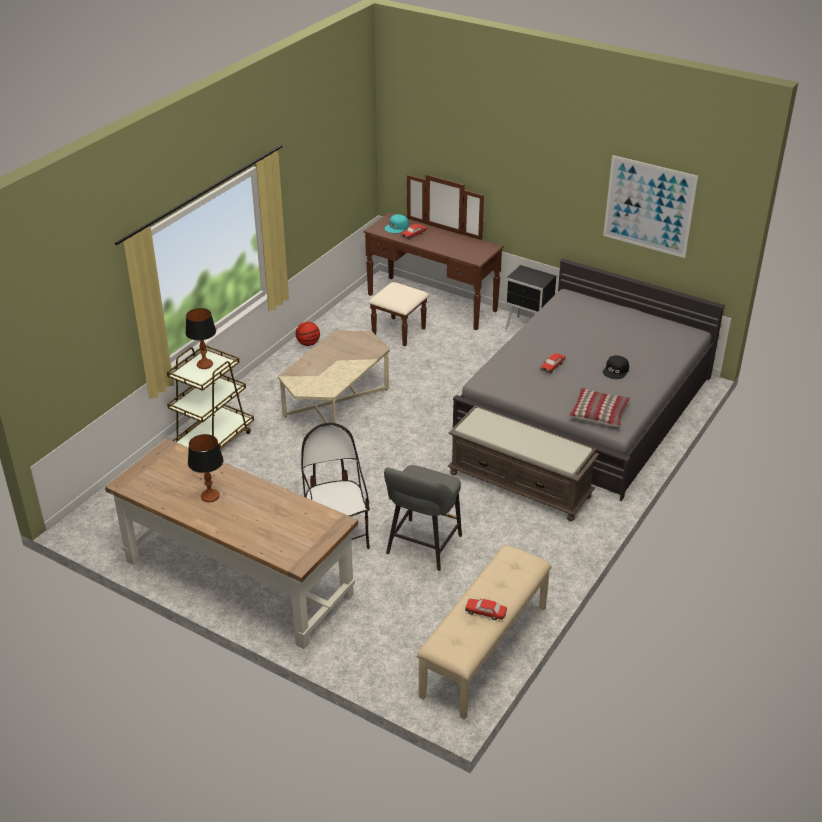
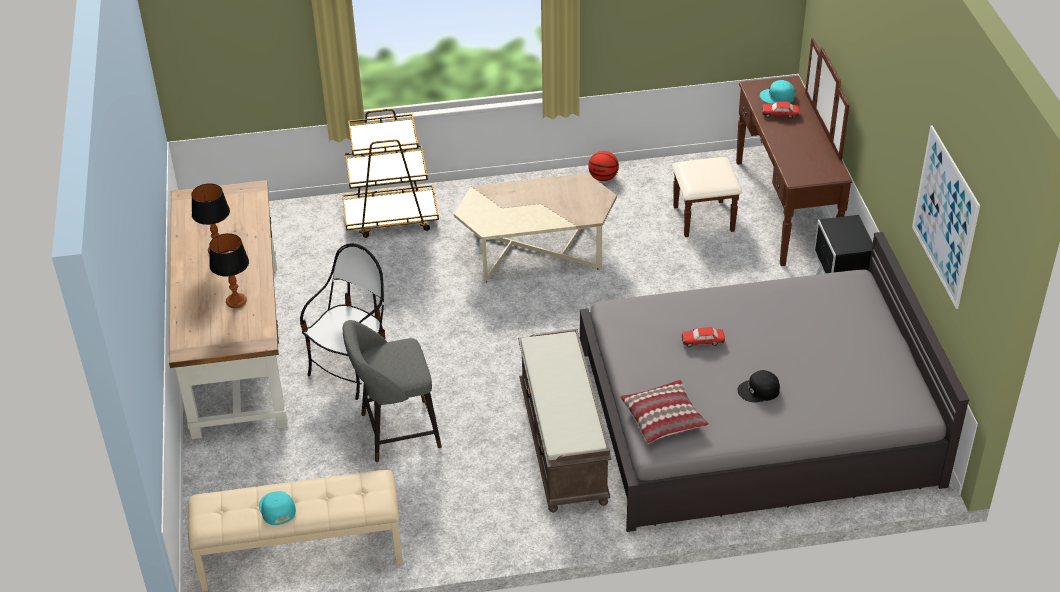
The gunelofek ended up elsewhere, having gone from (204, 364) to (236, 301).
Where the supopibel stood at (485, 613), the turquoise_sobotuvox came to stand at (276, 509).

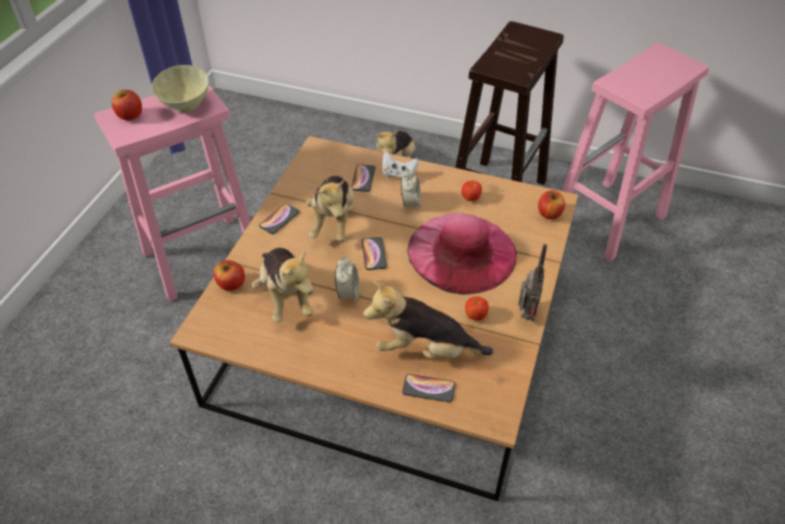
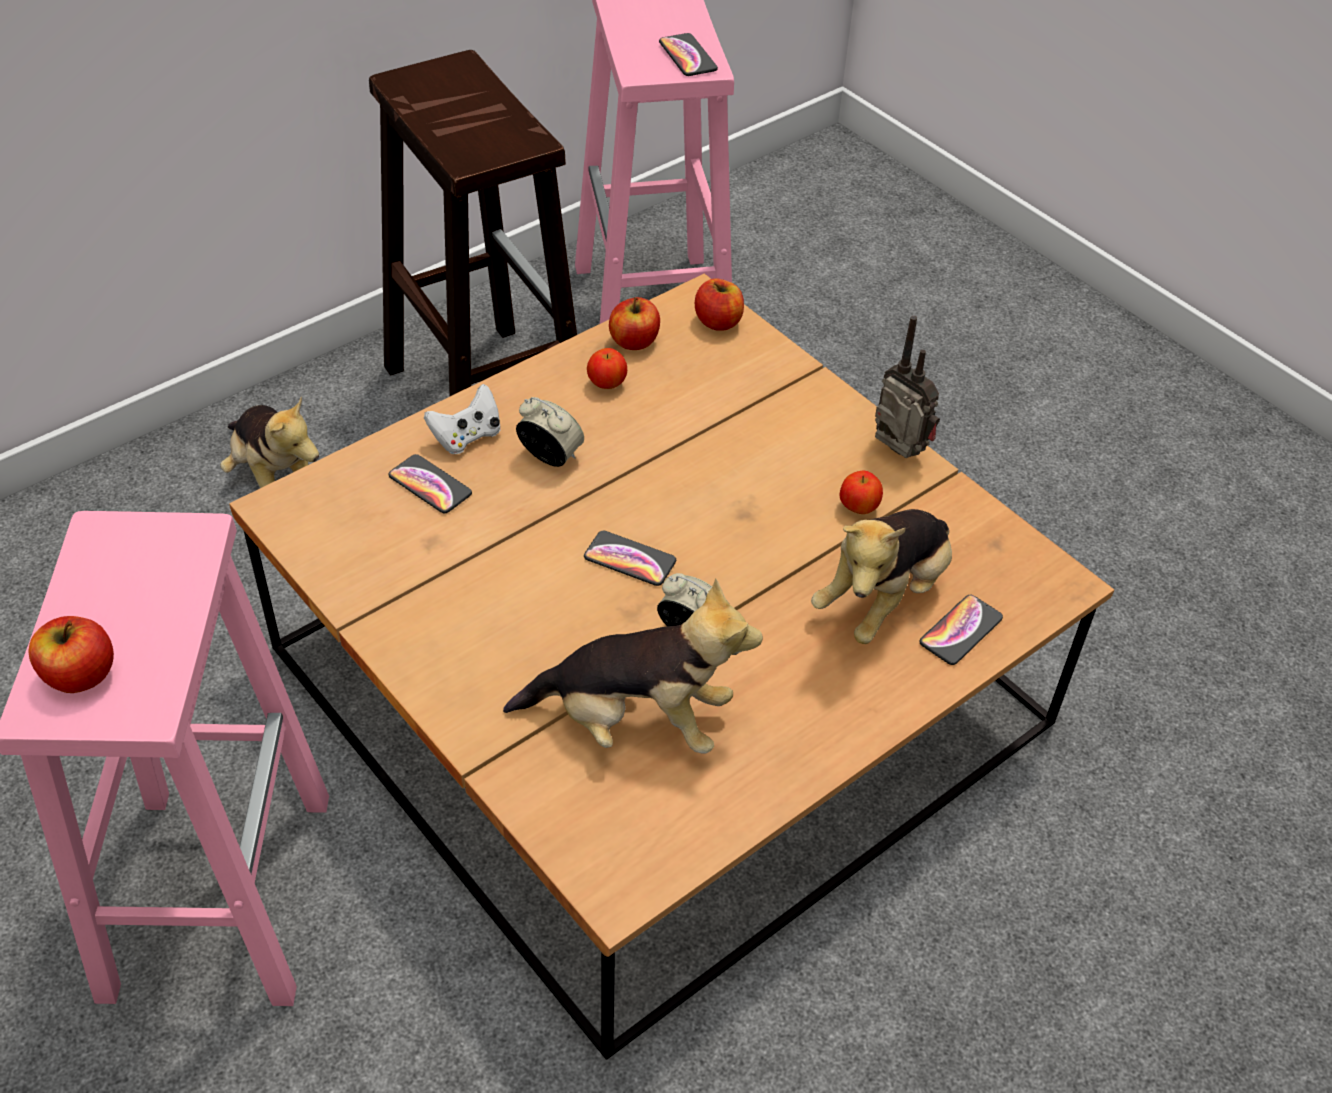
The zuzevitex ended up elsewhere, having gone from (231, 284) to (634, 341).
The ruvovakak ended up elsewhere, having gone from (279, 219) to (687, 56).
The second view lost the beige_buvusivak at (185, 105).
The second view lost the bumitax at (333, 222).
The second view lost the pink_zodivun at (462, 252).

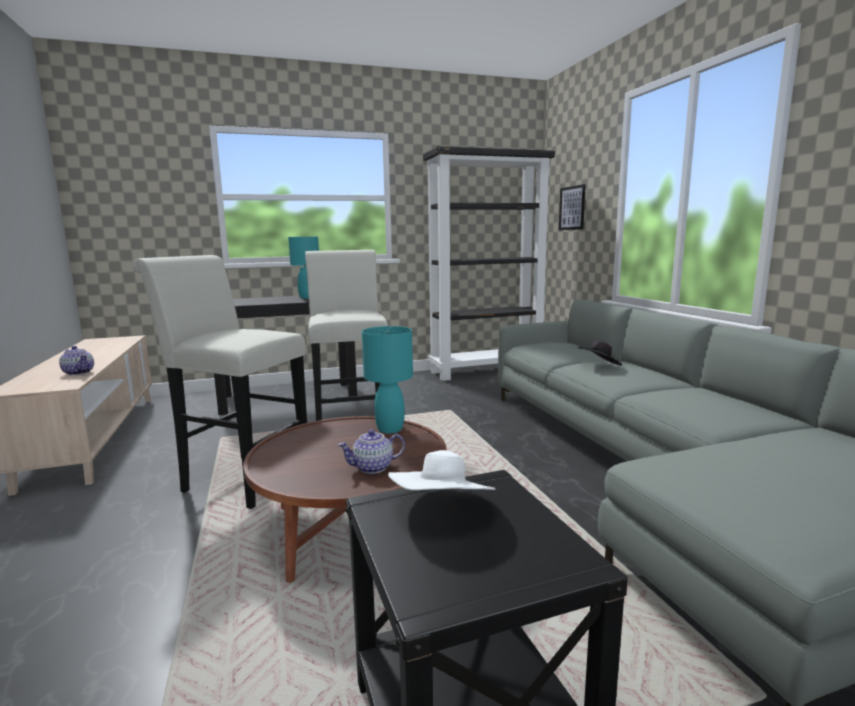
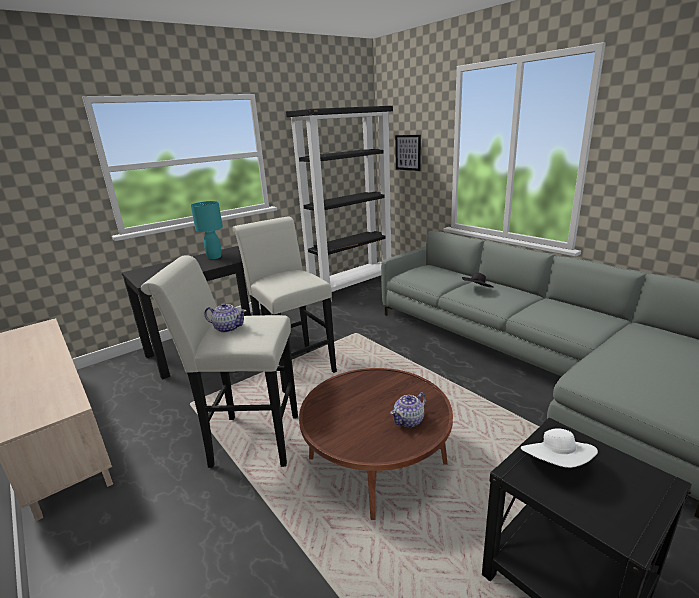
The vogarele ended up elsewhere, having gone from (79, 372) to (228, 328).
The second view lost the turquoise_gunelofek at (389, 429).

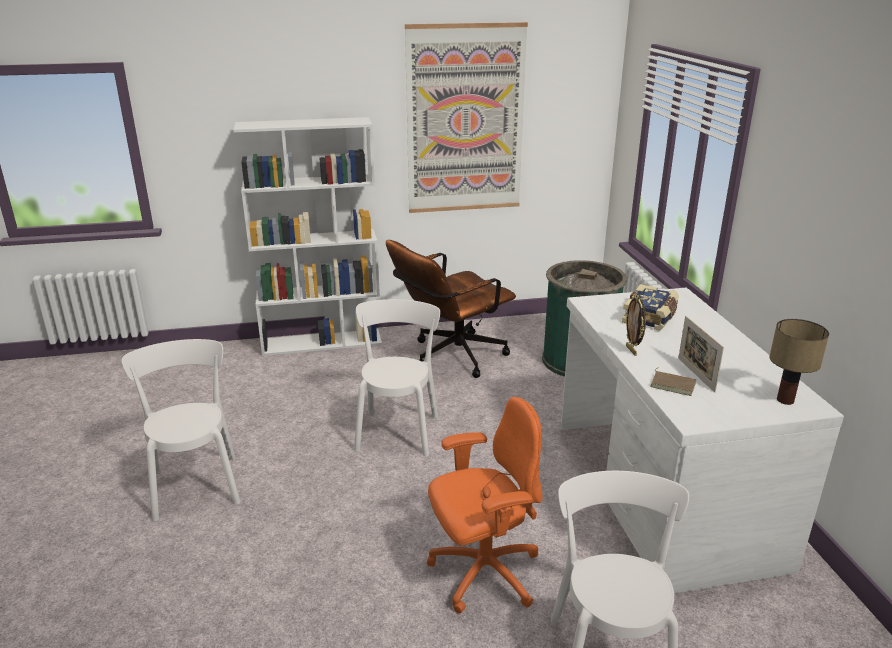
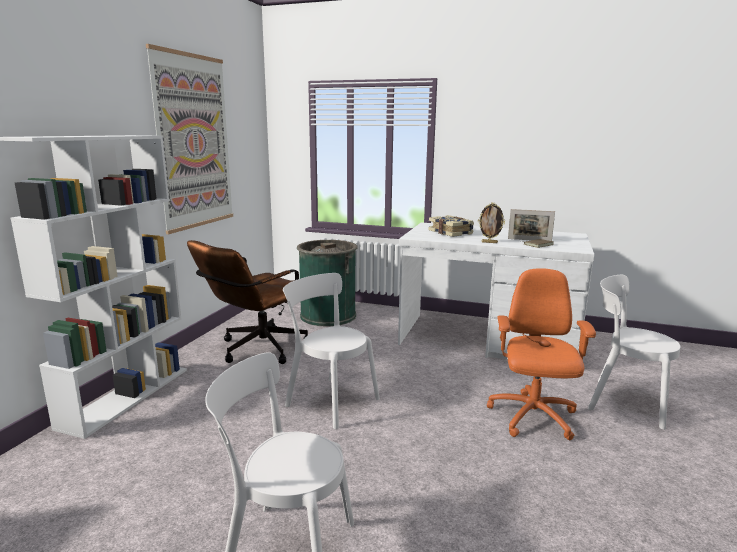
The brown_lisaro at (451, 357) ended up facing another way, 45 degrees clockwise from before.
The second view lost the gunelofek at (786, 400).

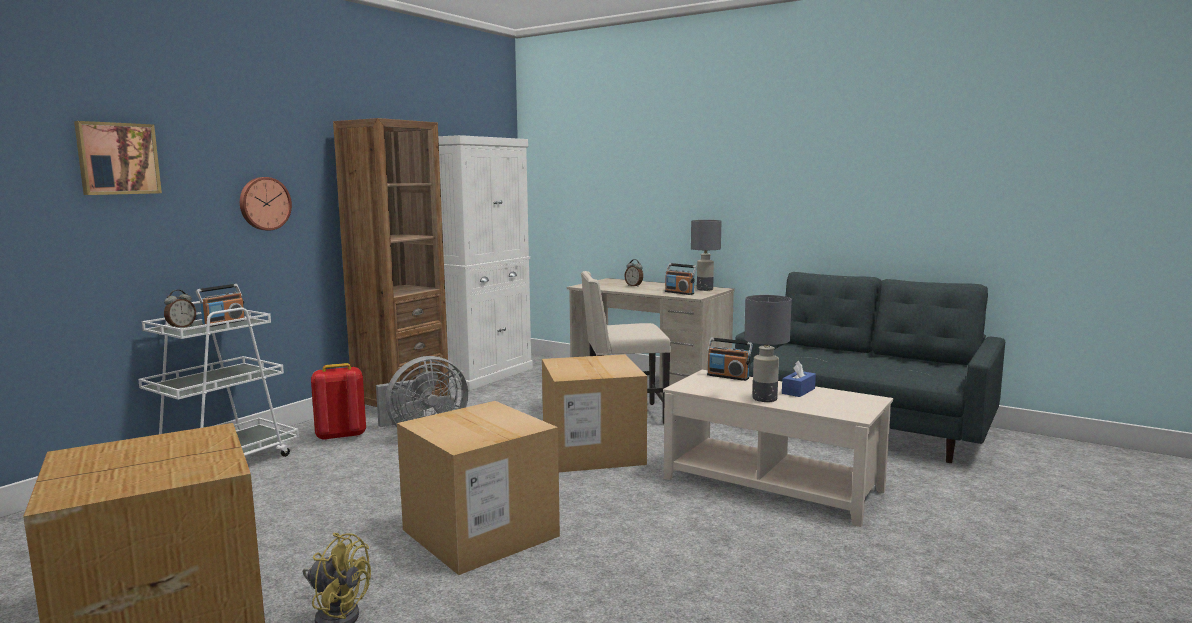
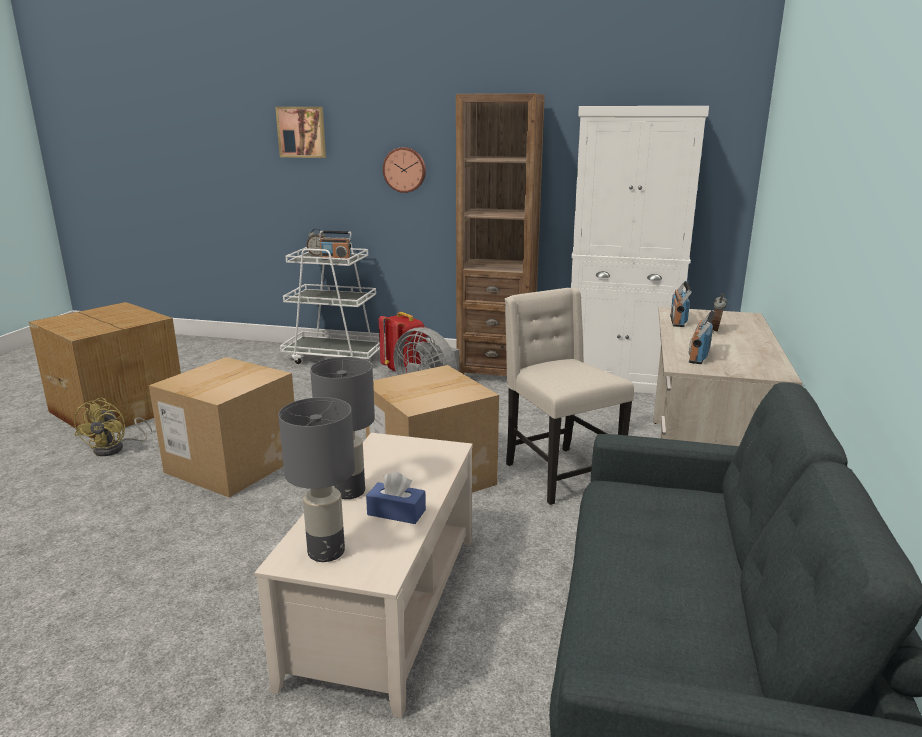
The grey_gunelofek ended up elsewhere, having gone from (704, 289) to (327, 551).
The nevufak ended up elsewhere, having gone from (728, 376) to (677, 321).

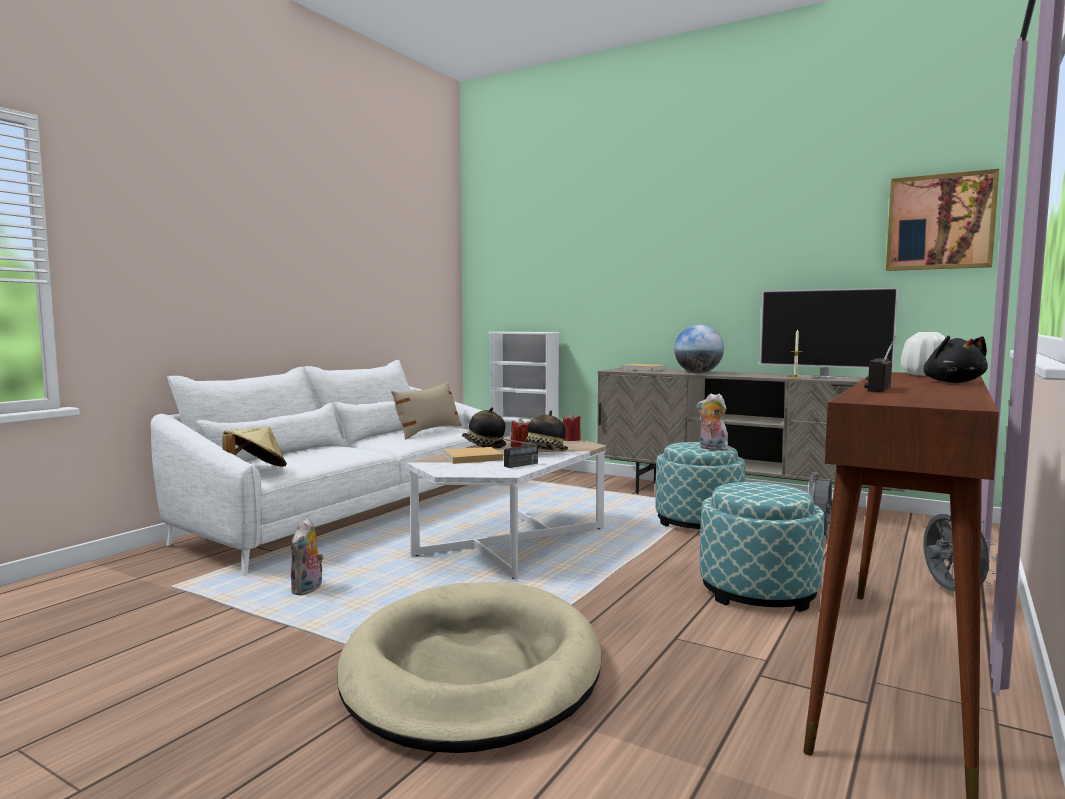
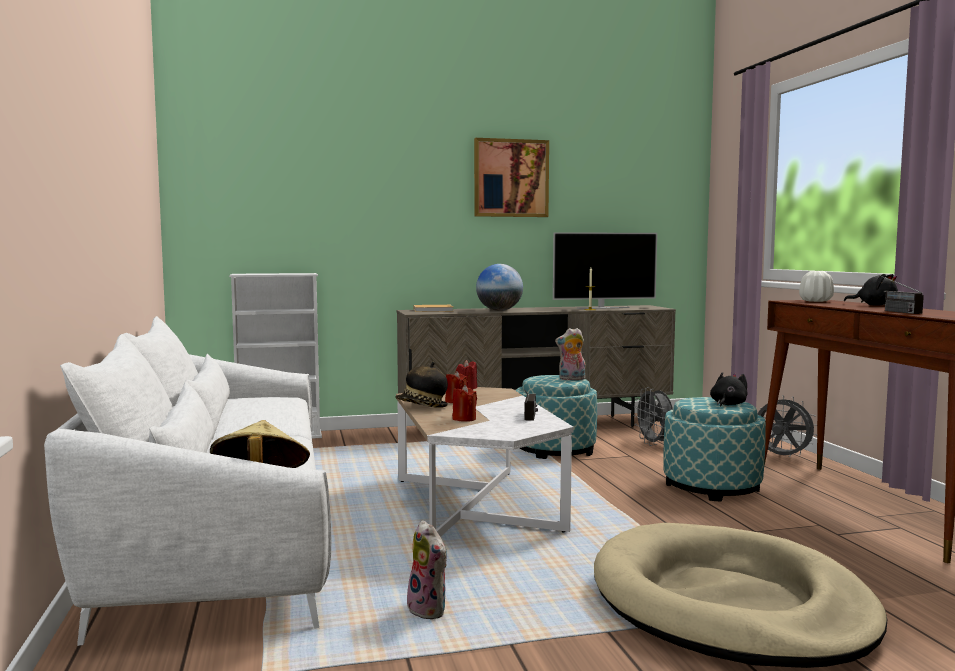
Where the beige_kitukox stood at (471, 458), the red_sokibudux came to stand at (464, 419).
The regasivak ended up elsewhere, having gone from (940, 222) to (511, 178).
The second view gained the black_bumitax at (727, 404).
The second view lost the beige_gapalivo at (428, 431).
The second view lost the zodivun at (544, 453).

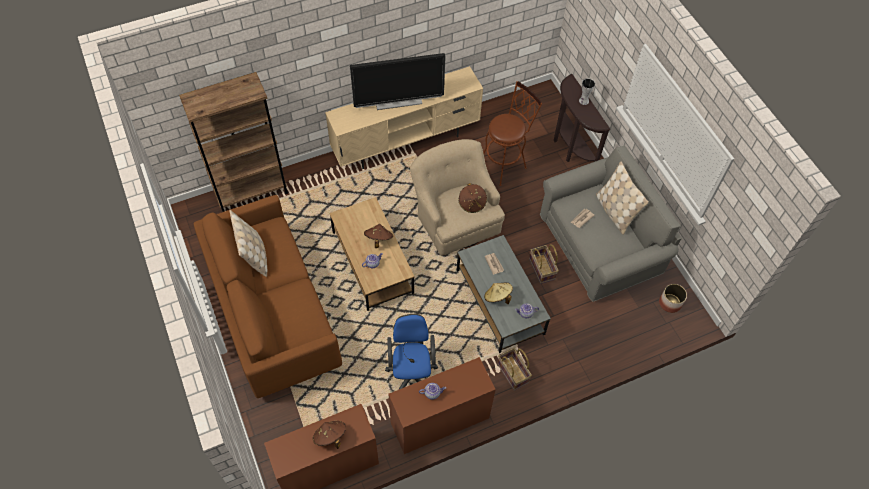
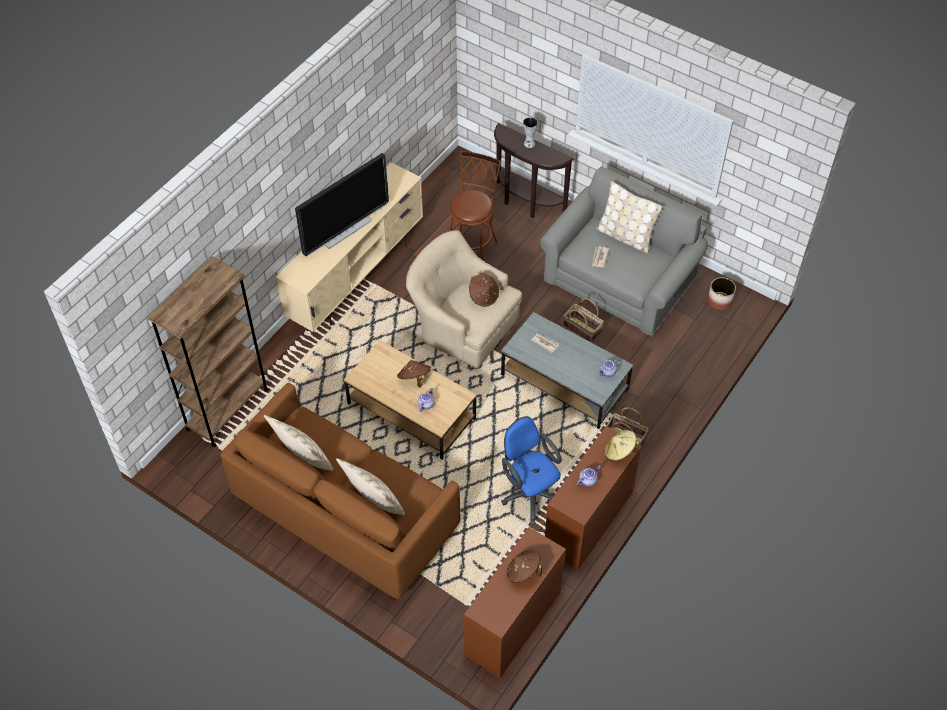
The second view gained the beige_gapalivo at (374, 501).
The beige_zodivun ended up elsewhere, having gone from (497, 297) to (619, 452).

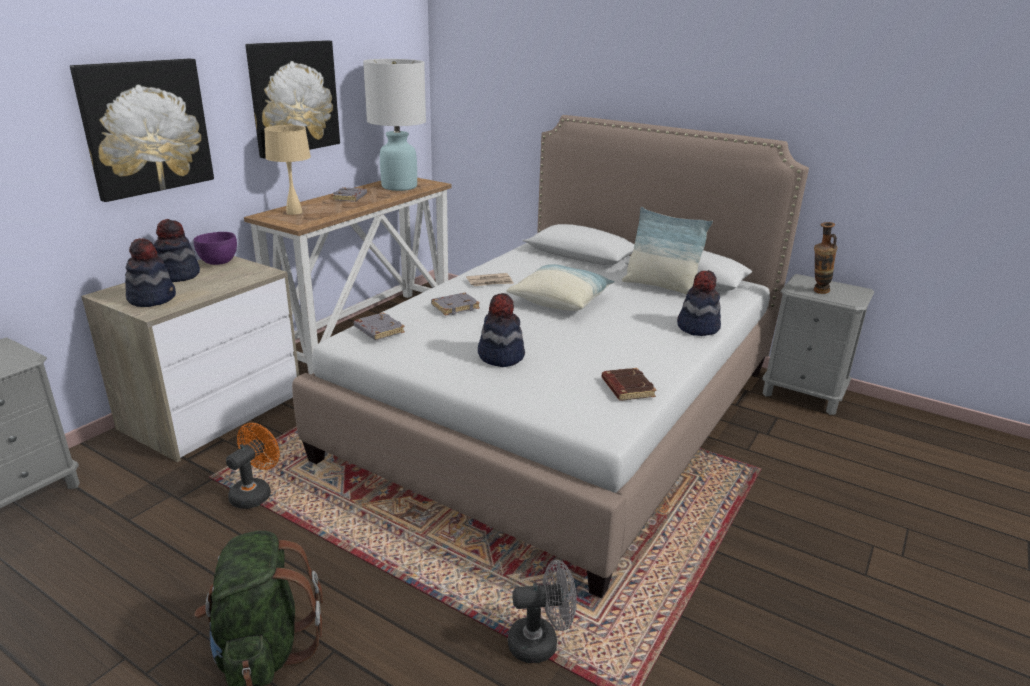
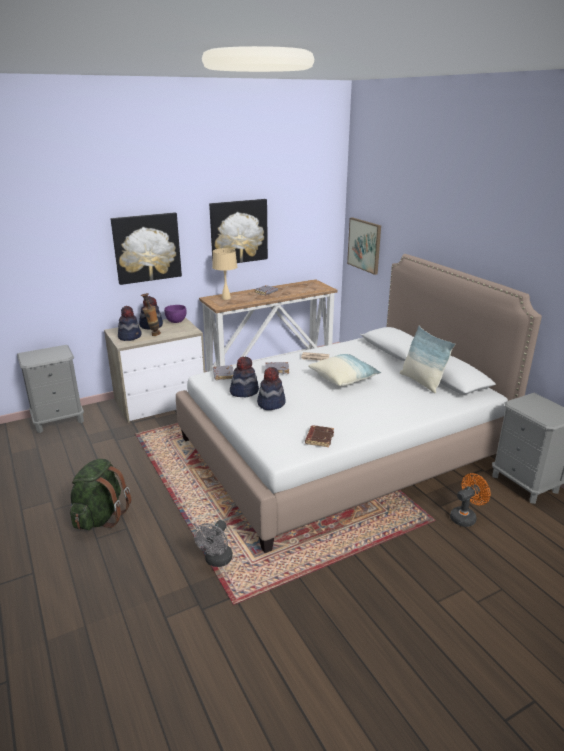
The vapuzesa ended up elsewhere, having gone from (817, 292) to (153, 334).
The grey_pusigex at (541, 642) ended up facing another way, 90 degrees clockwise from before.
The zodivun ended up elsewhere, having gone from (697, 327) to (244, 391).
The second view gained the regasivak at (364, 245).
The orange_pusigex ended up elsewhere, having gone from (255, 493) to (465, 517).
The second view lost the white_gunelofek at (399, 186).

